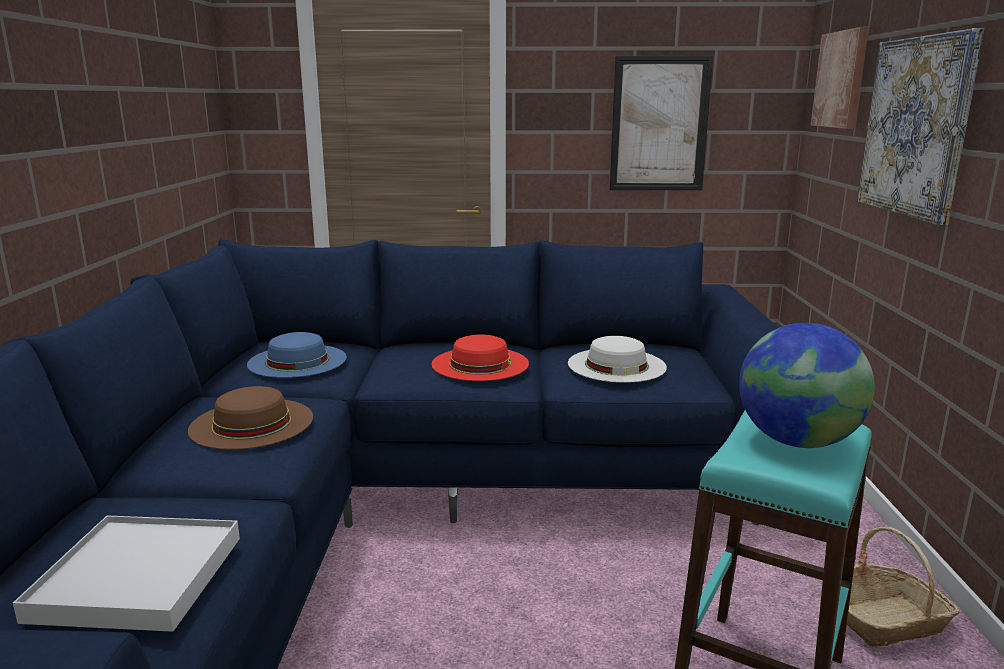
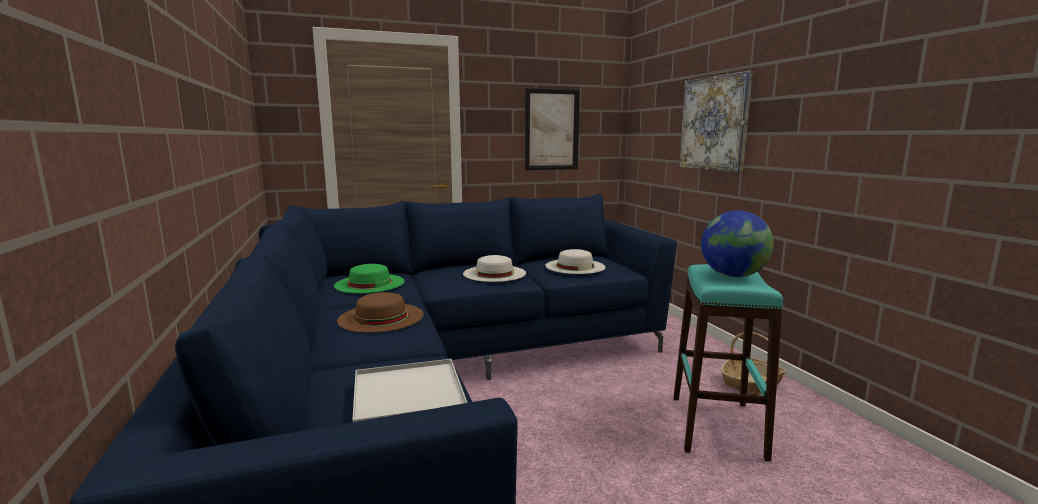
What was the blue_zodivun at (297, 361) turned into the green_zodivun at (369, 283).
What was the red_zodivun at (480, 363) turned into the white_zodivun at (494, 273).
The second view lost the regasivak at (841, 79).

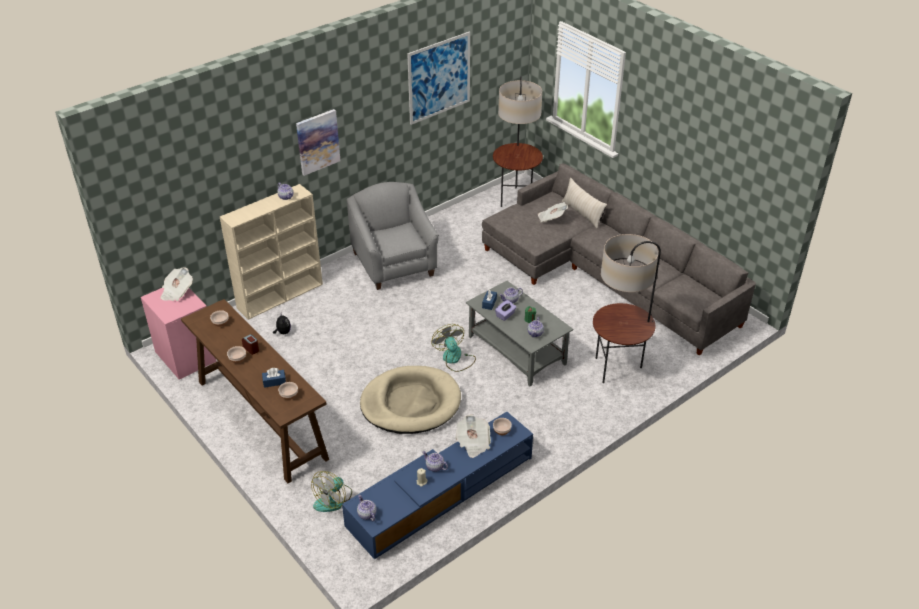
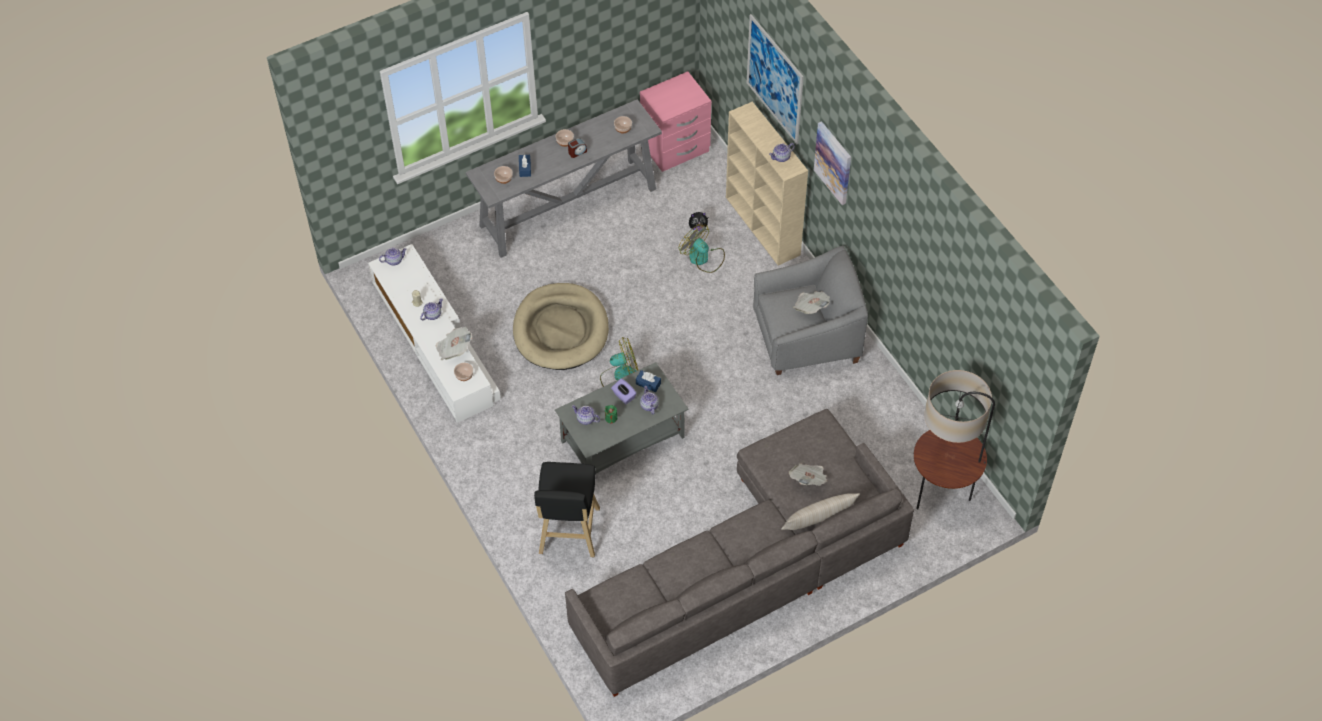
What was the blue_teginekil at (441, 491) turned into the white_teginekil at (435, 341).
What was the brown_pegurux at (260, 418) turned into the grey_pegurux at (569, 207).
Where the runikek stood at (617, 369), the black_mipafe came to stand at (568, 534).
The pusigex ended up elsewhere, having gone from (333, 499) to (703, 258).
The regasivak ended up elsewhere, having gone from (439, 78) to (774, 79).
The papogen ended up elsewhere, having gone from (177, 292) to (811, 307).

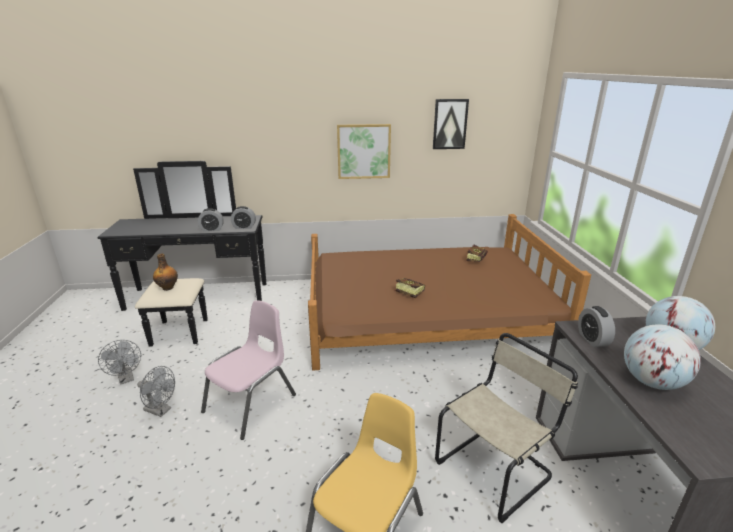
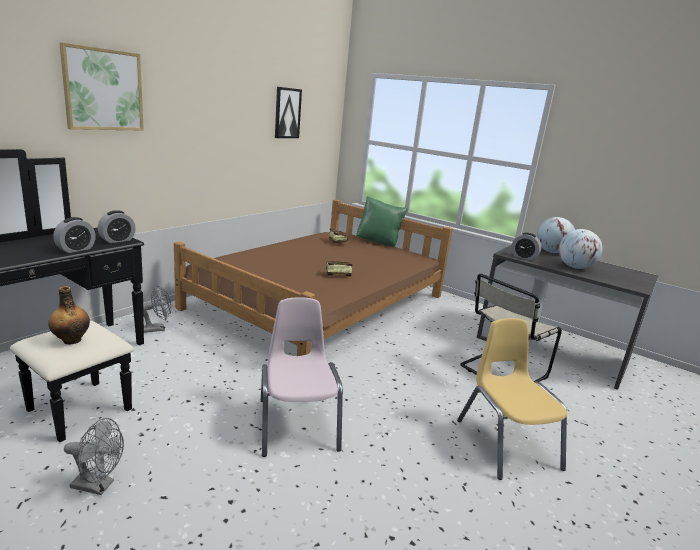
The regasivak ended up elsewhere, having gone from (363, 151) to (103, 90).
The grey_pusigex ended up elsewhere, having gone from (161, 410) to (157, 328).
The second view gained the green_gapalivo at (379, 243).
The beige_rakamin at (496, 468) ended up facing another way, 135 degrees counterclockwise from before.

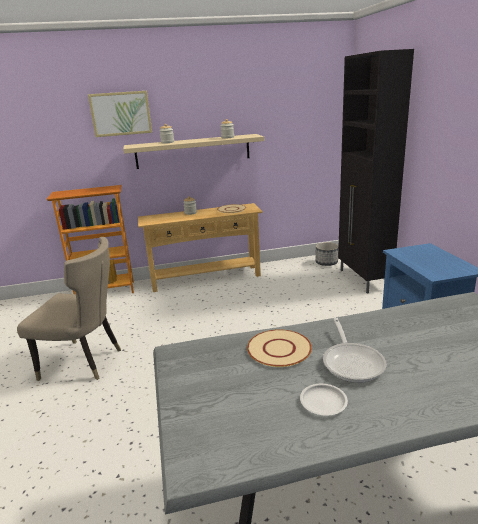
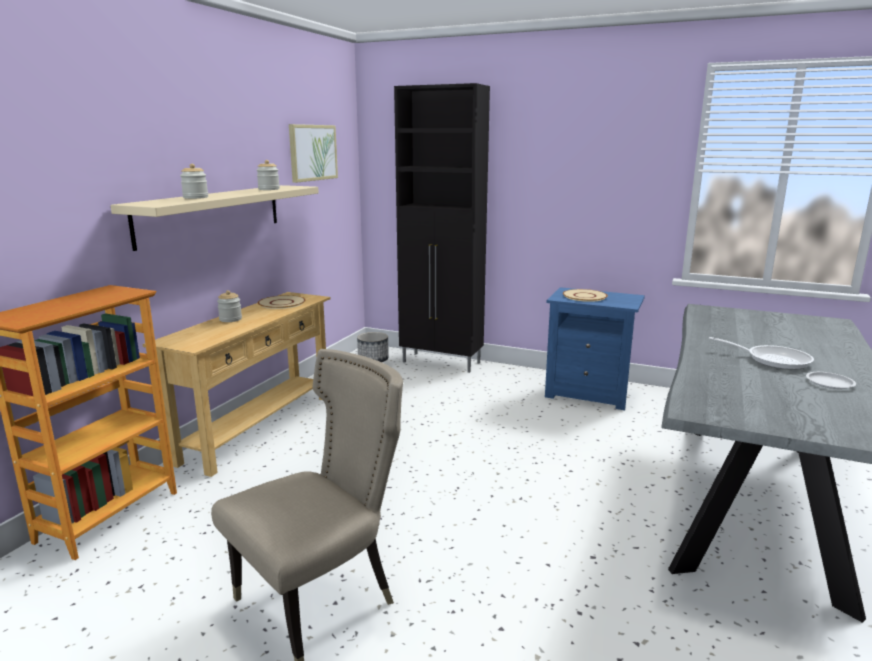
The regasivak ended up elsewhere, having gone from (121, 113) to (313, 152).
The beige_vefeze ended up elsewhere, having gone from (278, 349) to (584, 296).

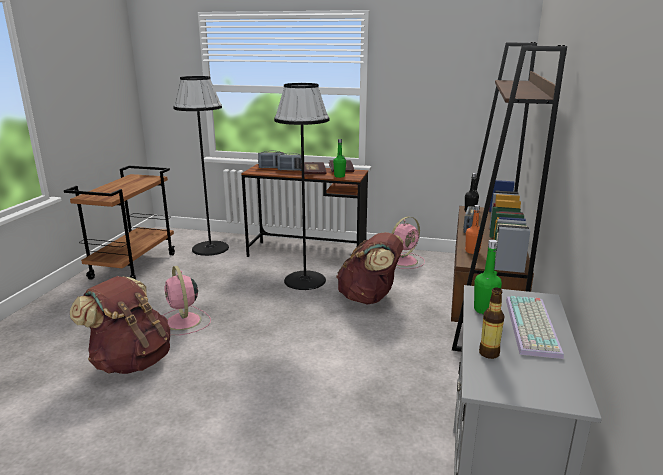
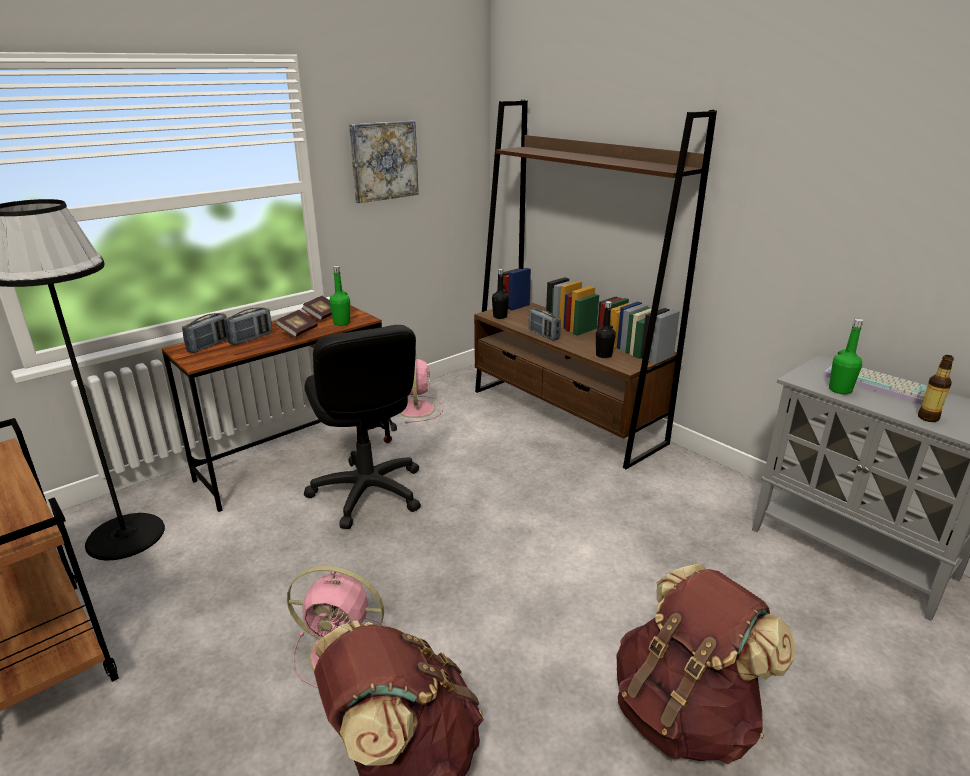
Where the black_runikek stood at (304, 280), the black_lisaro came to stand at (367, 492).
The second view gained the regasivak at (383, 161).
What was the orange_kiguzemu at (472, 251) turned into the black_kiguzemu at (603, 355).
The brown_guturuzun ended up elsewhere, having gone from (369, 298) to (685, 714).

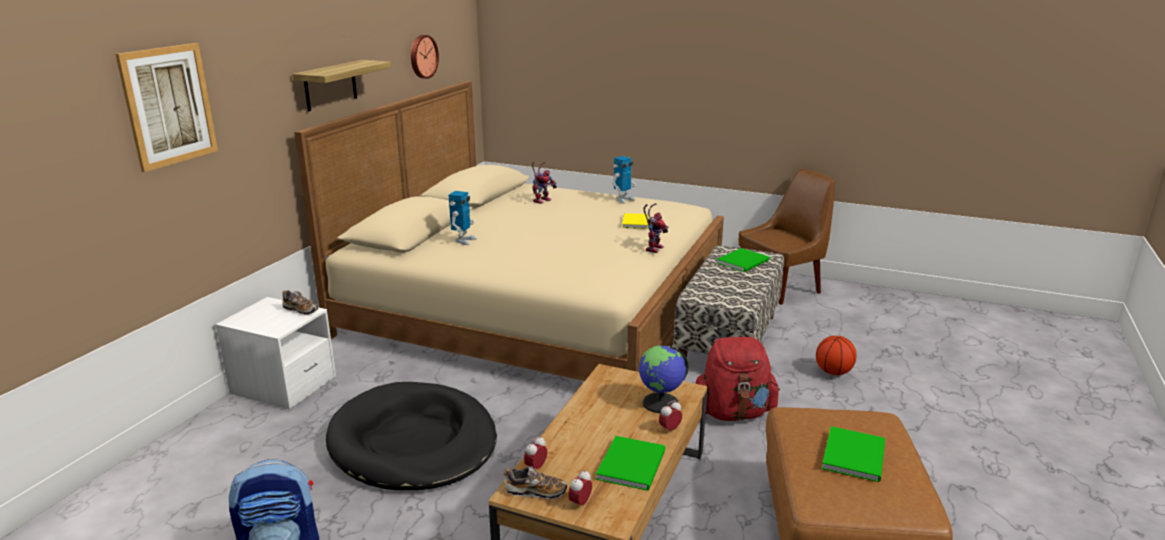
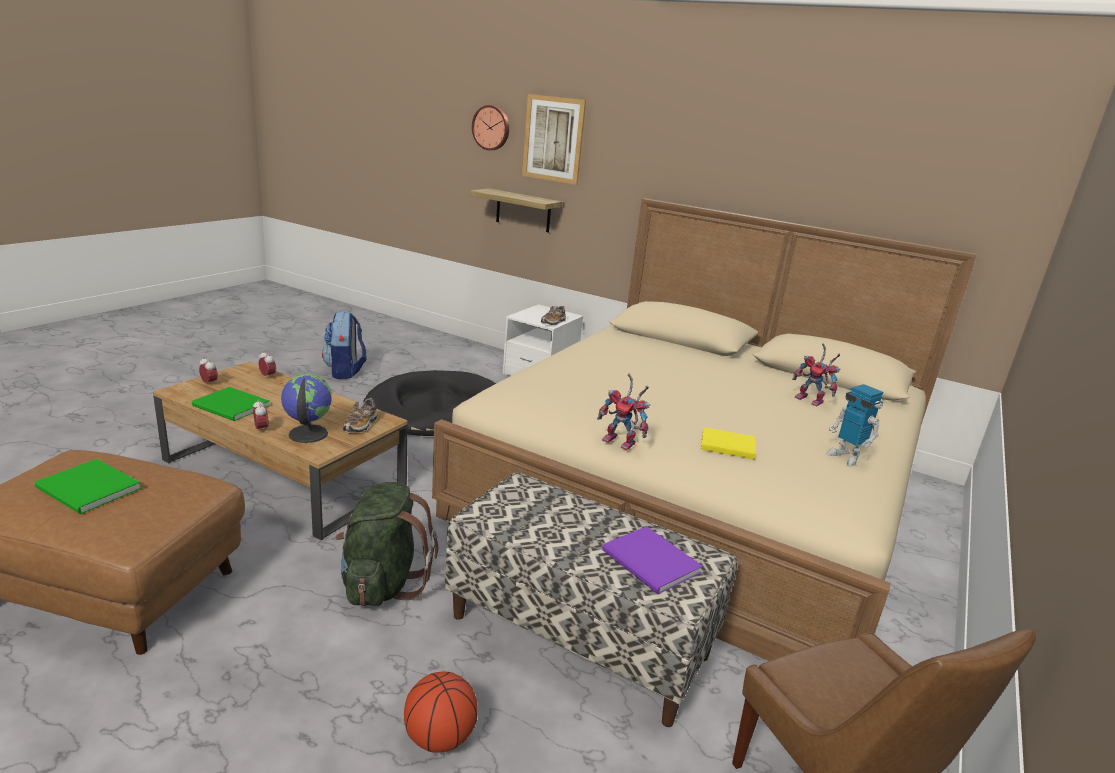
What was the red_guturuzun at (733, 413) turned into the green_guturuzun at (382, 584).
The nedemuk ended up elsewhere, having gone from (535, 492) to (361, 425).
The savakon ended up elsewhere, having gone from (330, 85) to (523, 210).
The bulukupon ended up elsewhere, having gone from (422, 56) to (491, 128).
What was the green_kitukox at (744, 261) turned into the purple_kitukox at (651, 563).
The second view lost the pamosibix at (463, 241).

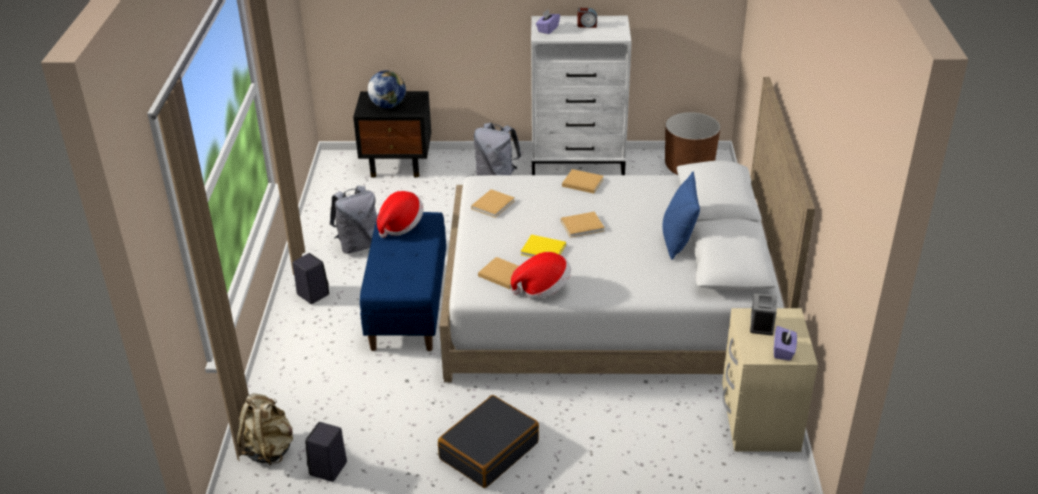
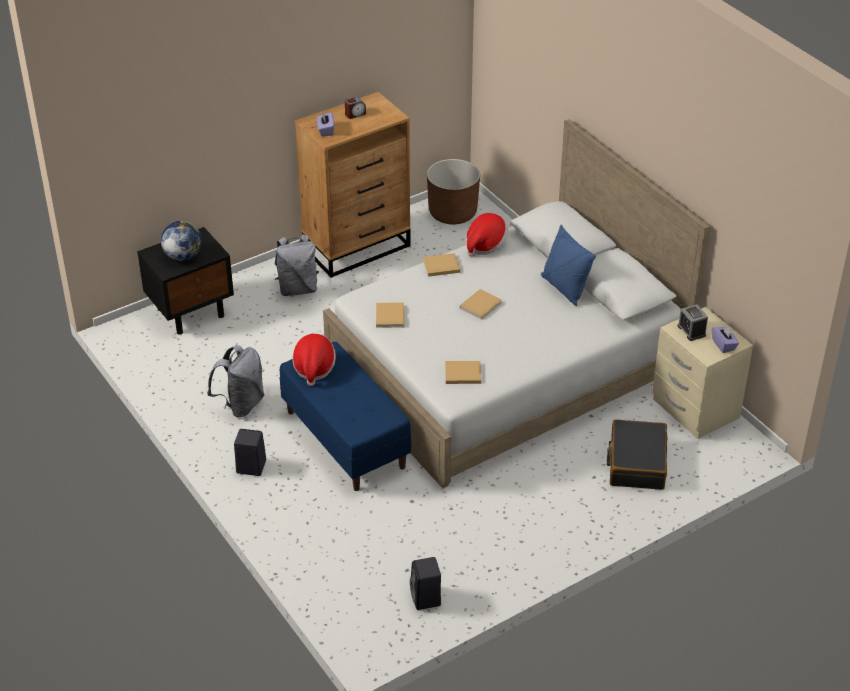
What was the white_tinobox at (578, 165) turned into the brown_tinobox at (357, 247).
The zodivun ended up elsewhere, having gone from (543, 289) to (485, 245).
The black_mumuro ended up elsewhere, having gone from (488, 450) to (636, 463).
The second view lost the beige_guturuzun at (268, 449).
The second view lost the yellow_kitukox at (544, 250).

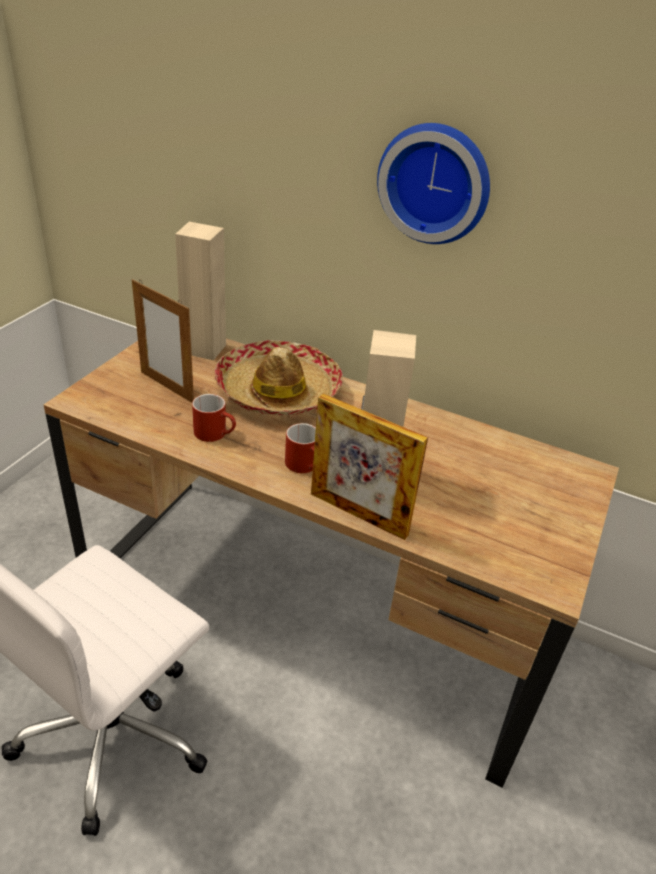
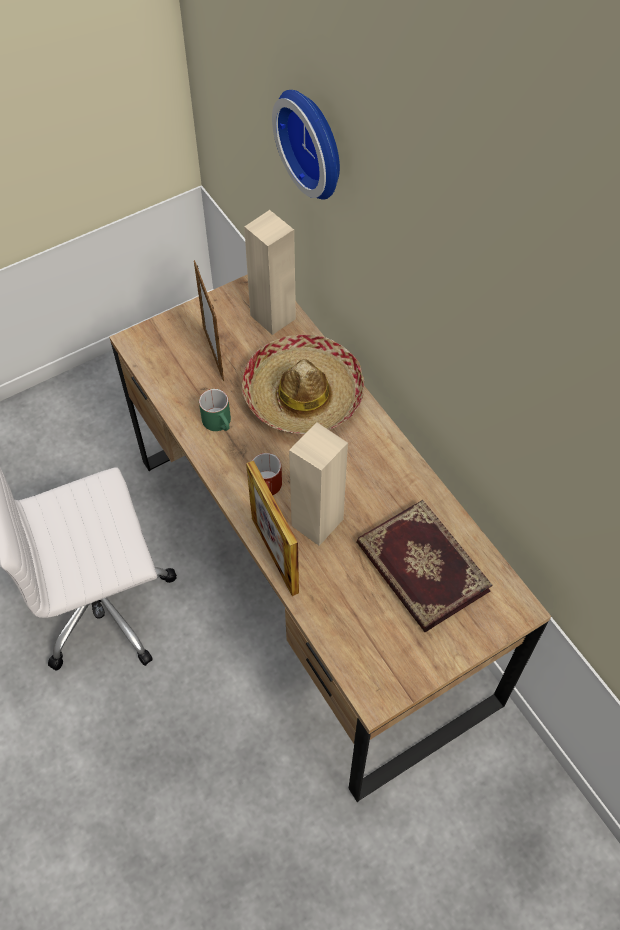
What was the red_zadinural at (216, 433) turned into the green_zadinural at (220, 423).
The bulukupon ended up elsewhere, having gone from (435, 182) to (315, 141).
The second view gained the kitukox at (420, 568).

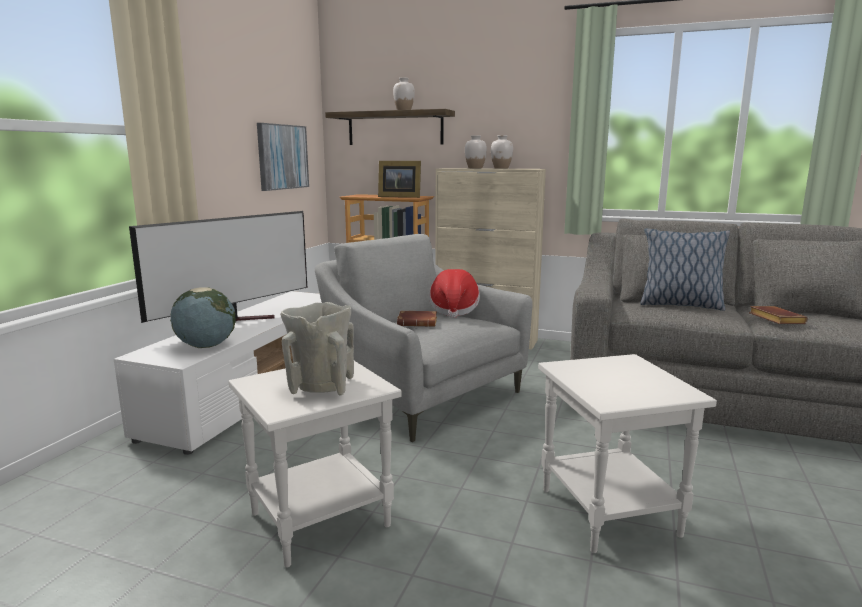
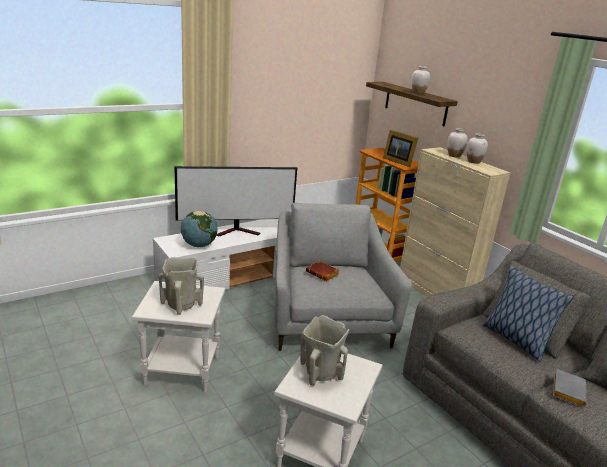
The second view gained the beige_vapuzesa at (320, 373).
What was the brown_kitukox at (774, 319) turned into the grey_kitukox at (566, 390).
The second view lost the regasivak at (282, 157).
The second view lost the zodivun at (454, 310).

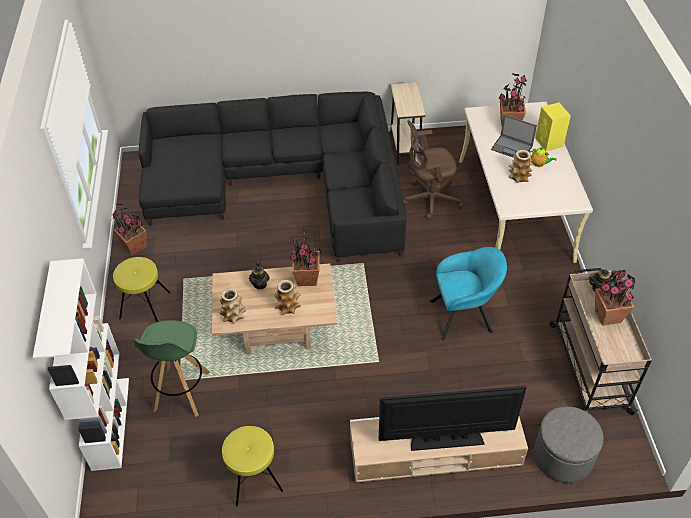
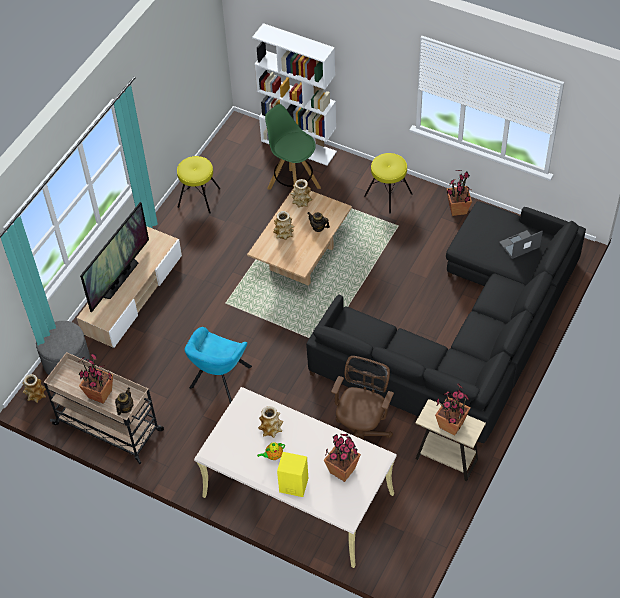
The second view gained the vapuzesa at (36, 394).
The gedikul ended up elsewhere, having gone from (307, 279) to (451, 425).
The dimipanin ended up elsewhere, having gone from (512, 148) to (519, 245).

